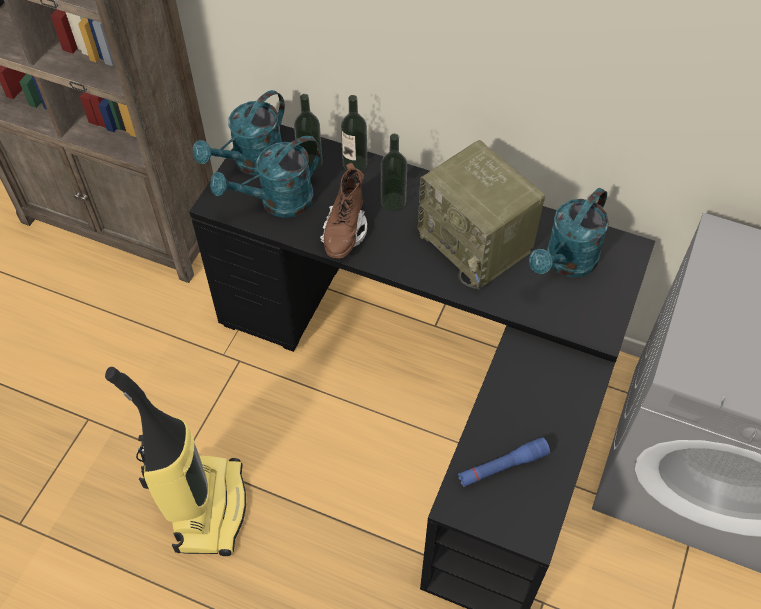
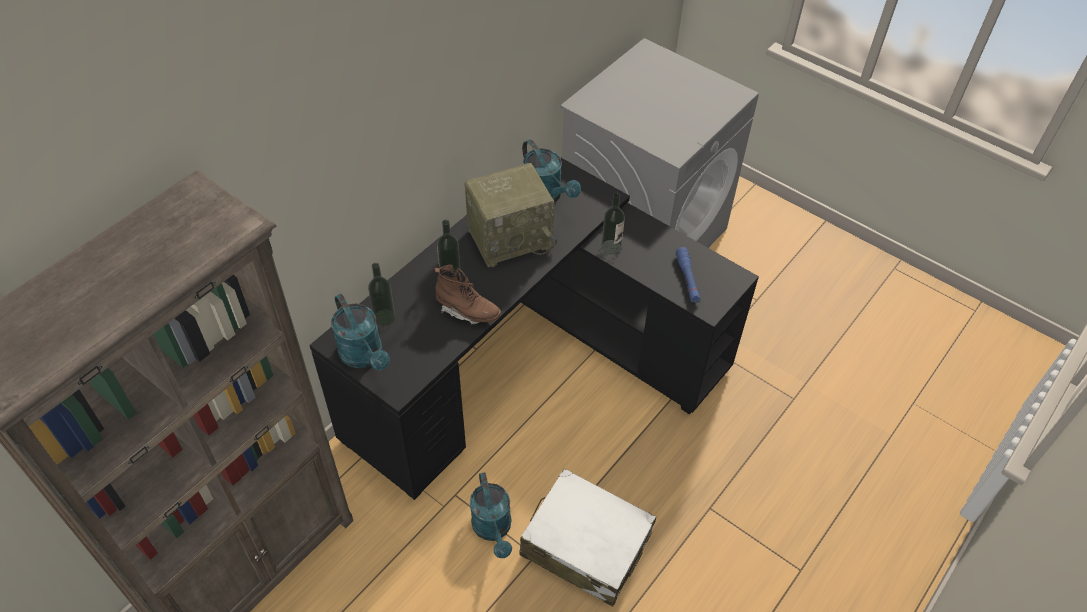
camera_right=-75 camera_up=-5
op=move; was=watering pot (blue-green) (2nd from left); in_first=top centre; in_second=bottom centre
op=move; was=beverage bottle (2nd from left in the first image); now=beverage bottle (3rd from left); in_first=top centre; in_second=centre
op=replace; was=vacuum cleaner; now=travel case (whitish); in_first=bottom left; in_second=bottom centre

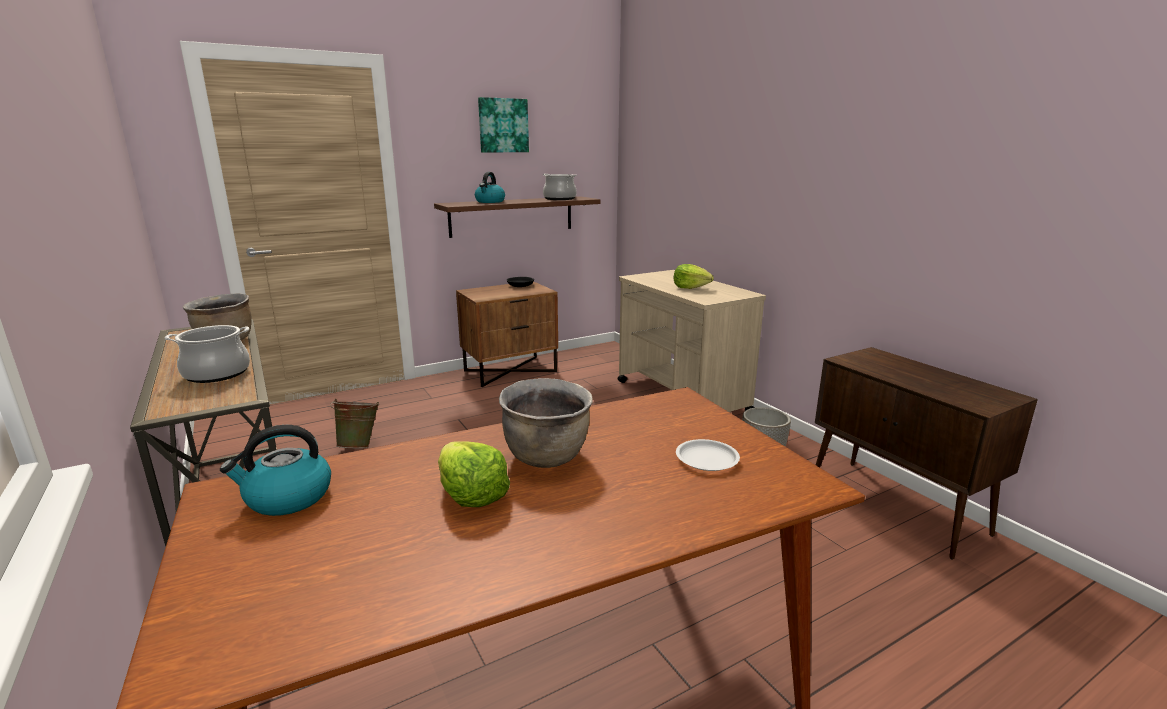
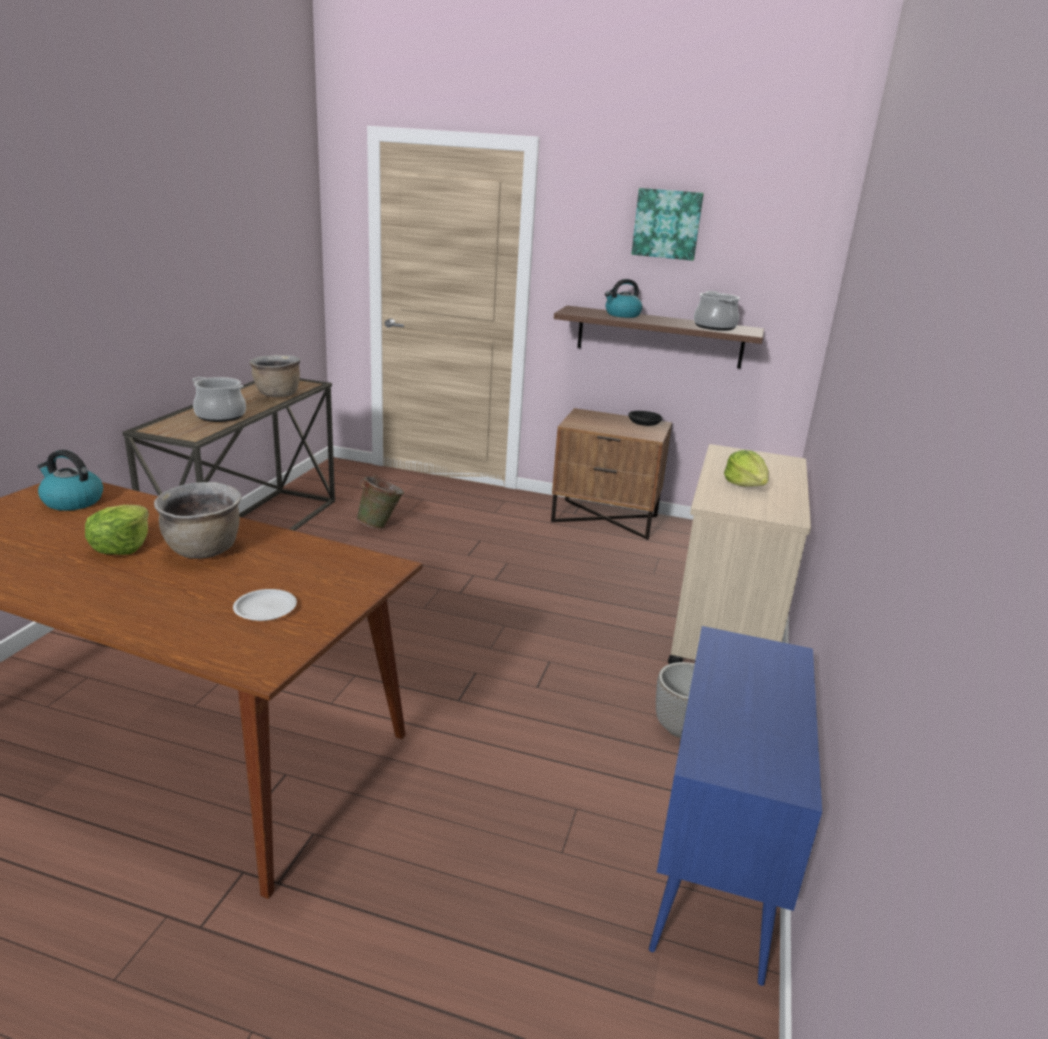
camera_right=45 camera_up=5
op=recolor; was=cupboard (brown-coloured); now=cupboard (bluish); in_first=middle right; in_second=bottom right

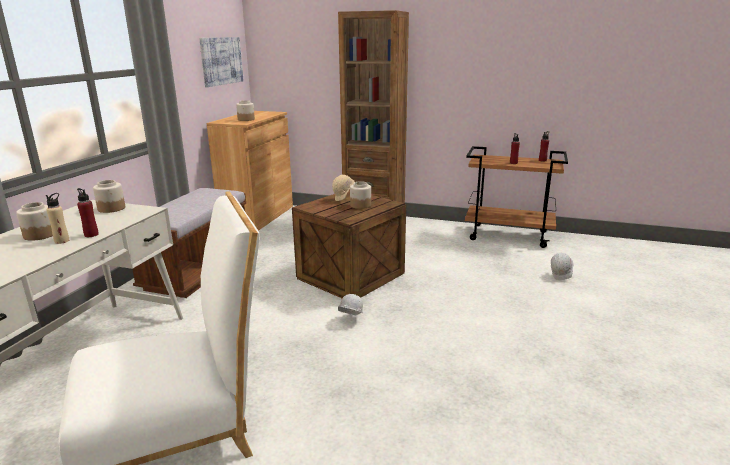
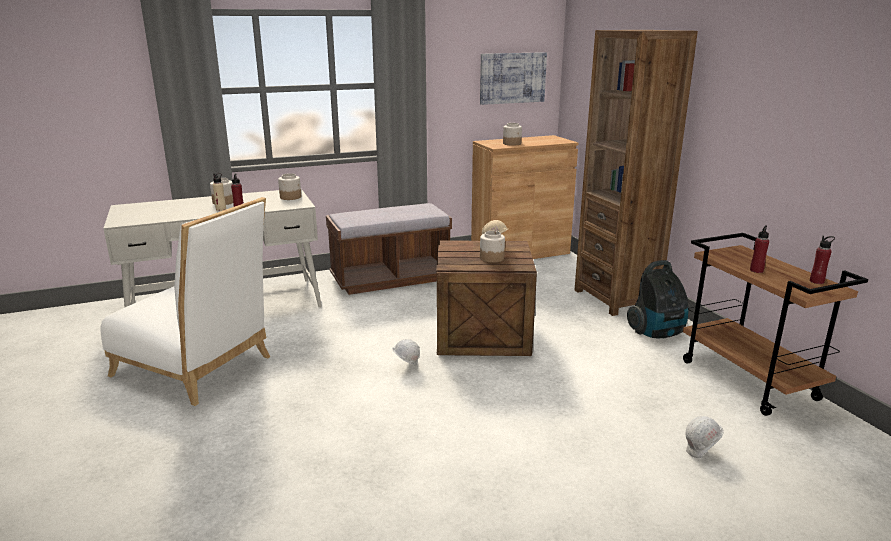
camera_right=50 camera_up=0
op=insert; now=vacuum cleaner; in_second=middle right

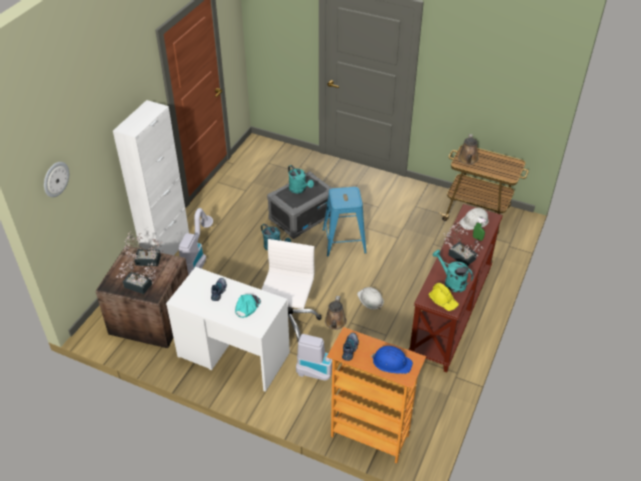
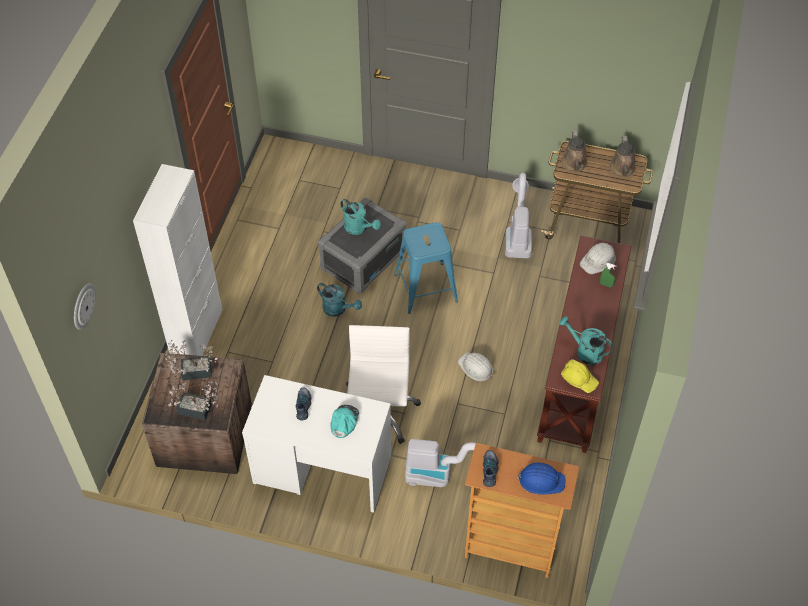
camera_right=-10 camera_up=10
op=delete; was=plant in a pot (3rd from left); in_first=middle right
op=move; was=vacuum cleaner (1st from left in the first image); now=vacuum cleaner (2nd from left); in_first=middle left; in_second=centre
op=move; was=watering pot (brown-coloured) (1st from left in the first image); now=watering pot (brown-coloured) (2nd from left); in_first=centre; in_second=top right

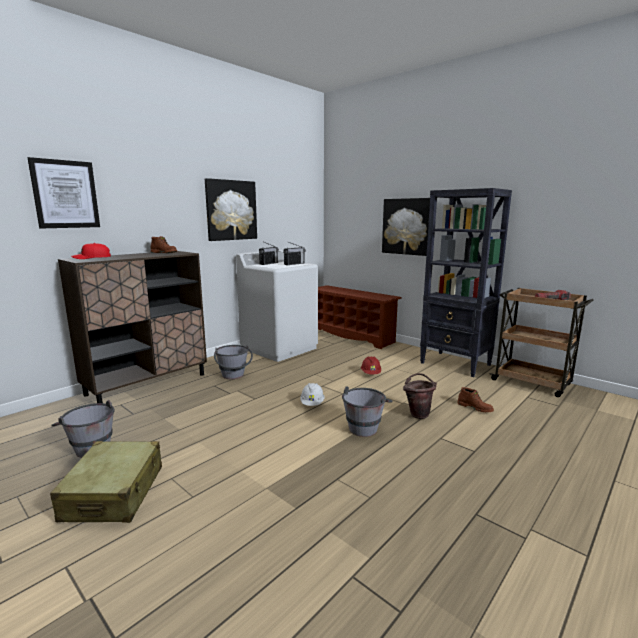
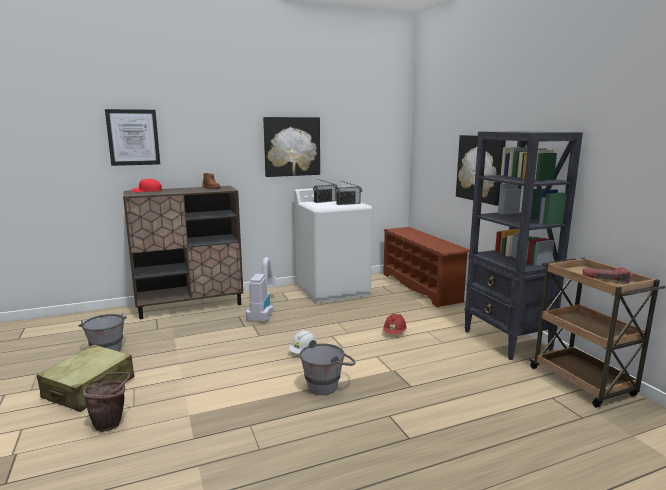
camera_right=25 camera_up=0
op=delete; was=tall boot (brown-coloured) (2nd from left); in_first=middle right
op=move; was=bucket (brown-coloured); in_first=centre; in_second=bottom left
op=replace; was=bucket (grey) (2nd from left); now=vacuum cleaner; in_first=centre; in_second=centre

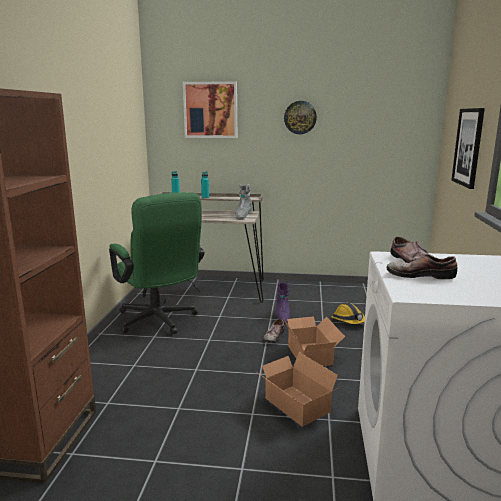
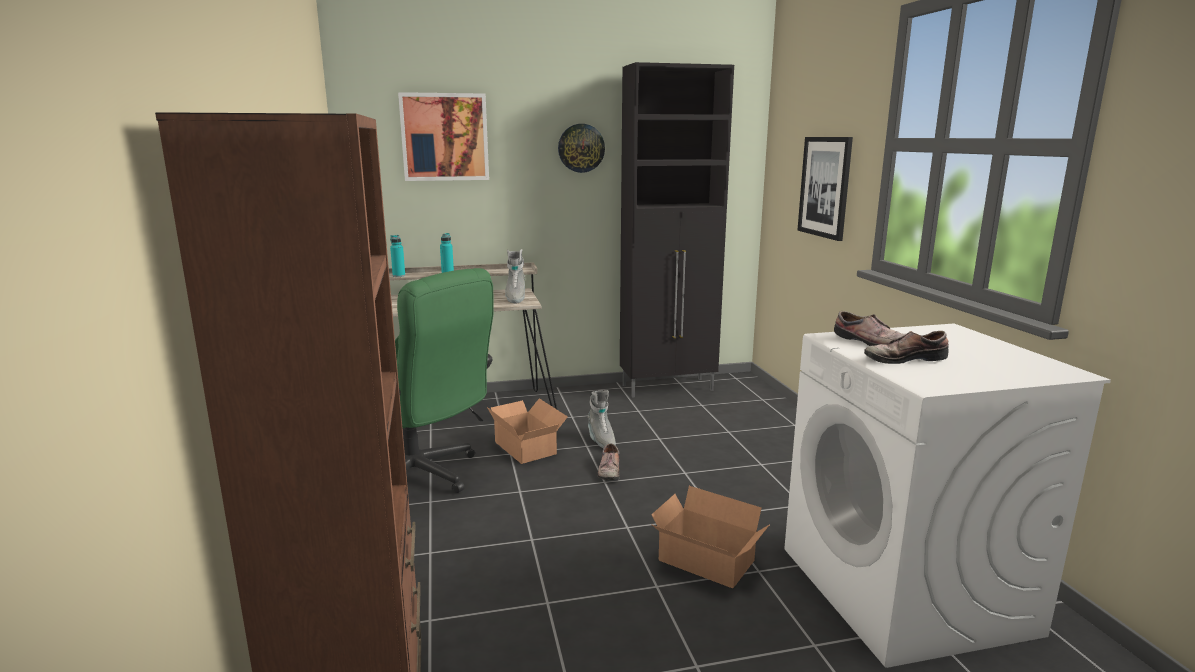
camera_right=-20 camera_up=0
op=delete; was=hard hat; in_first=middle right
op=insert; now=cupboard (blackish); in_second=centre
op=move; was=cardboard box (2nd from left in the first image); now=cardboard box (1st from left); in_first=bottom centre; in_second=centre
op=recolor; was=tall boot (purple); now=tall boot (grey) (2nd from left); in_first=centre; in_second=centre

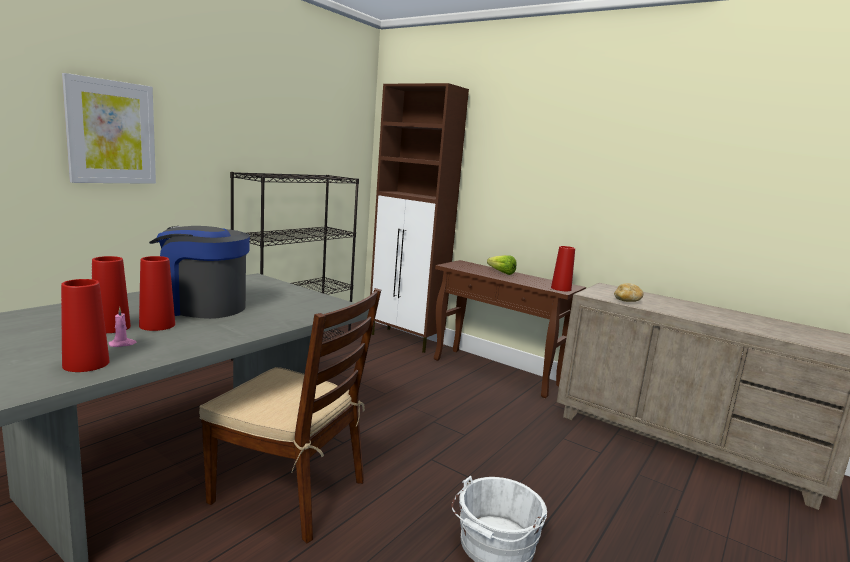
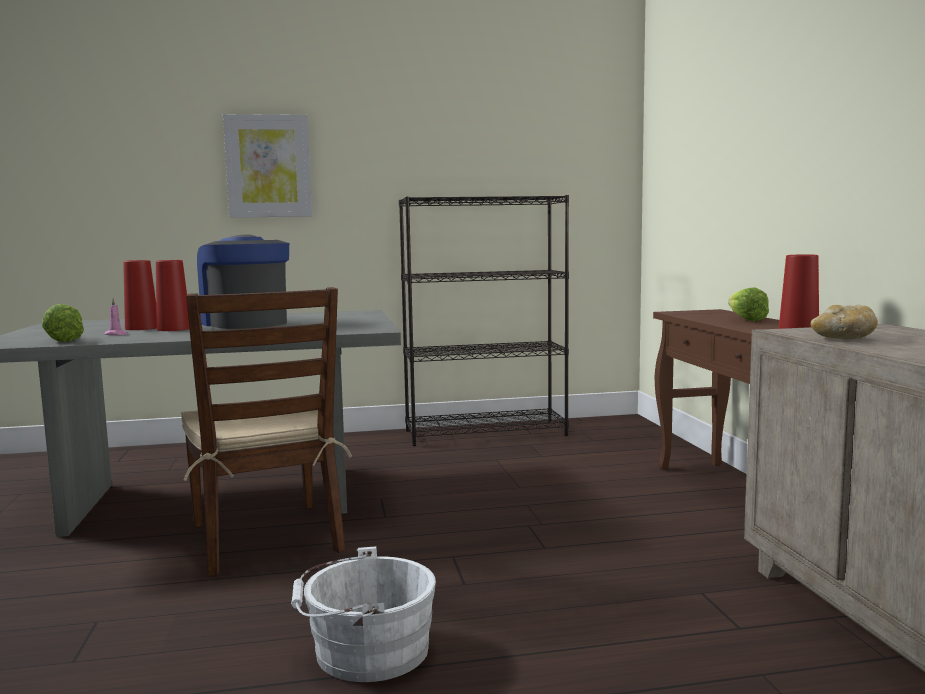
camera_right=45 camera_up=-5
op=delete; was=cupboard (brown-coloured); in_first=centre
op=replace; was=decorative vase (red-coloured) (1st from left); now=lettuce (1st from left); in_first=middle left; in_second=middle left

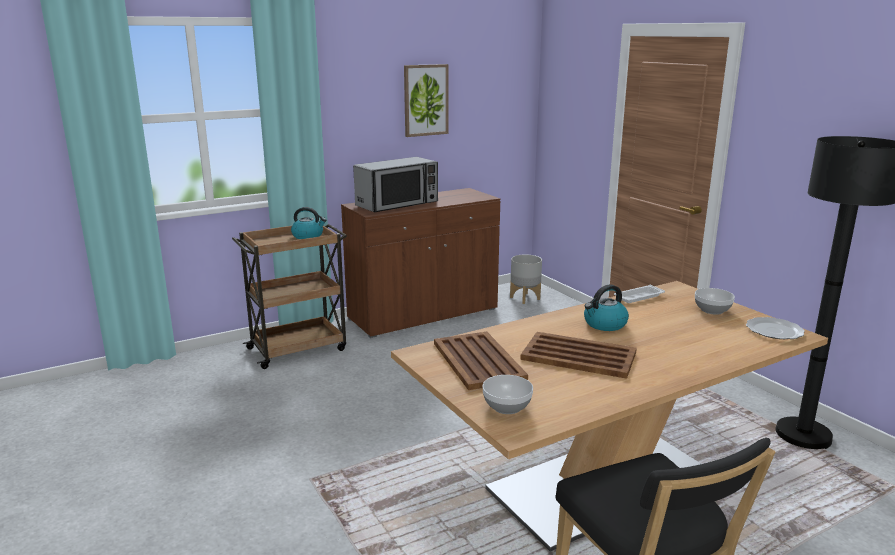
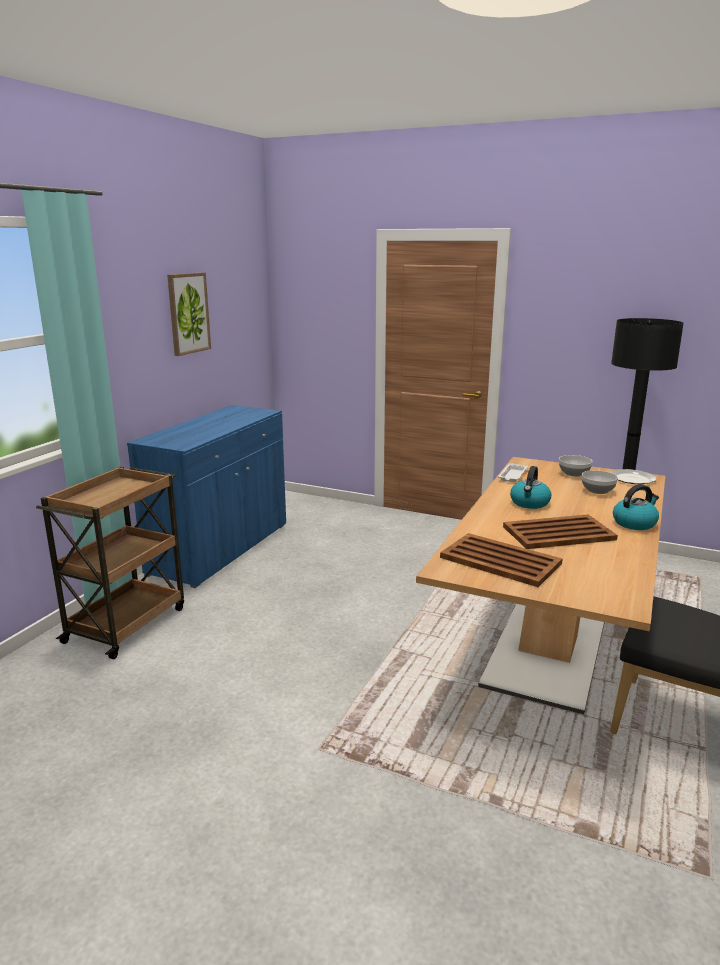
camera_right=-35 camera_up=0
op=delete; was=microwave oven; in_first=top centre
op=delete; was=planter (grey); in_first=centre
op=move; was=kettle (1st from left in the first image); now=kettle (2nd from left); in_first=centre; in_second=middle right
op=move; was=deep dish (1st from left in the first image); now=deep dish (2nd from left); in_first=bottom centre; in_second=middle right
op=recolor; was=cupboard (brown-coloured); now=cupboard (bluish); in_first=centre; in_second=middle left

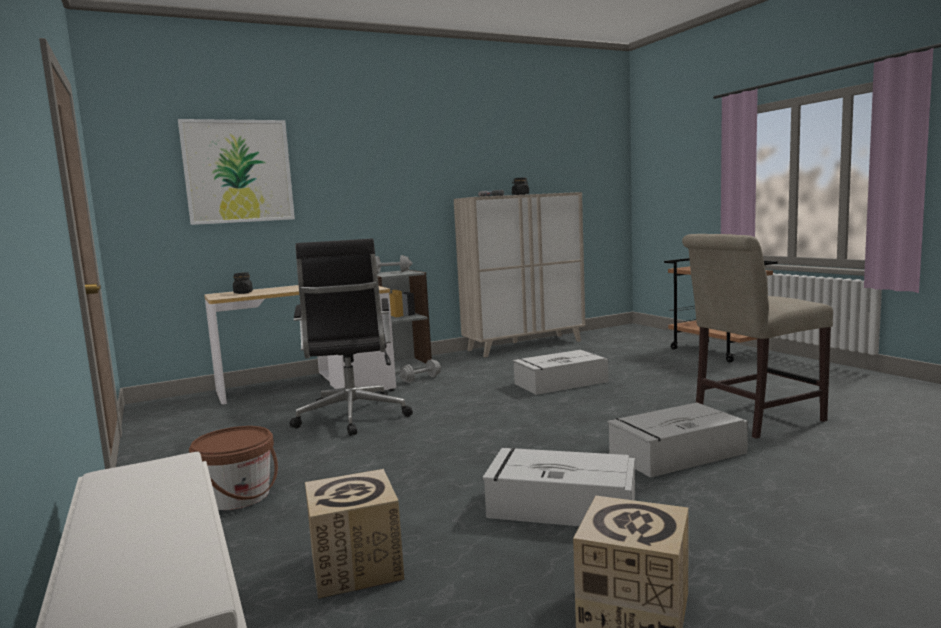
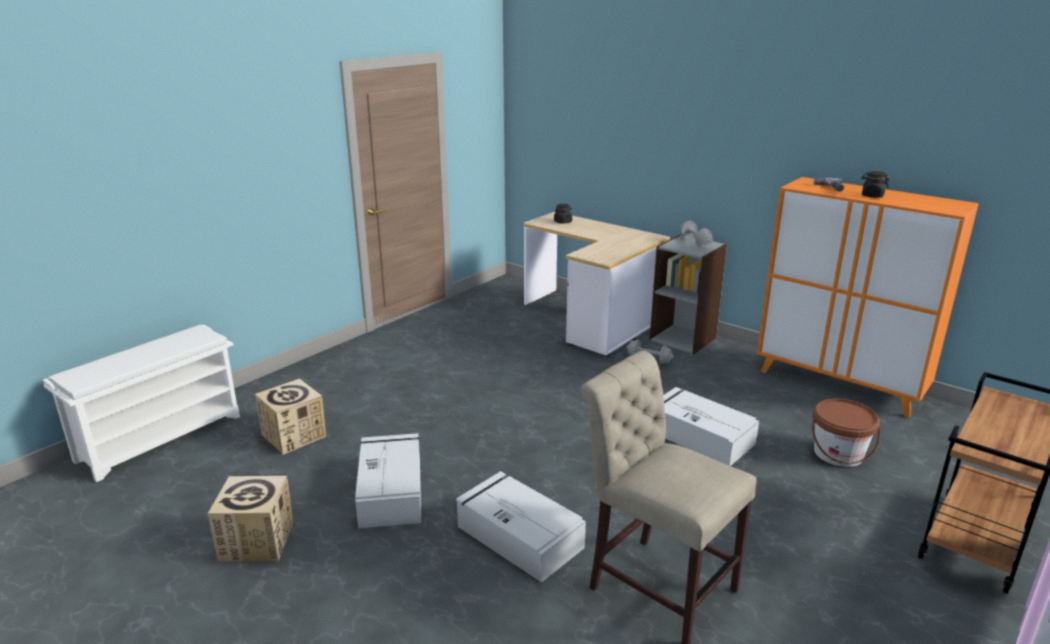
camera_right=65 camera_up=15
op=delete; was=wall picture; in_first=top left
op=delete; was=office chair (blackish); in_first=centre
op=move; was=bucket (brown-coloured); in_first=bottom left; in_second=bottom right
op=recolor; was=cupboard (sand-coloured); now=cupboard (orangey); in_first=centre; in_second=middle right

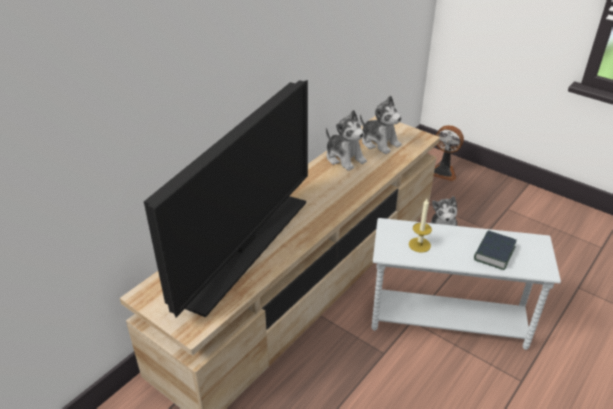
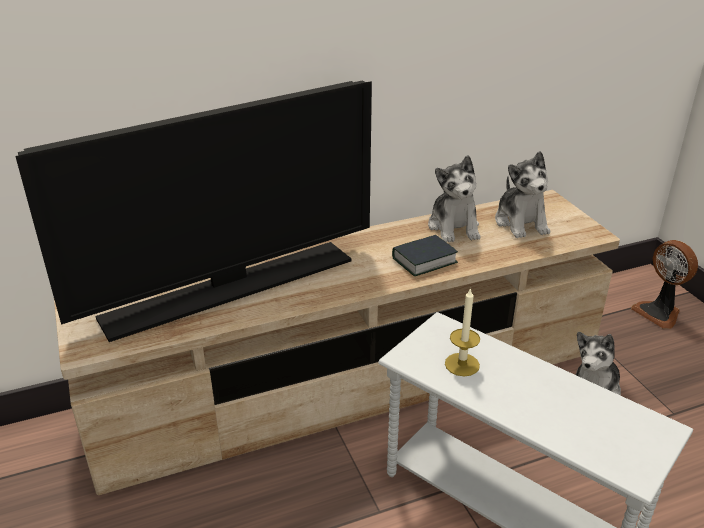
camera_right=30 camera_up=-5
op=move; was=book; in_first=middle right; in_second=centre

